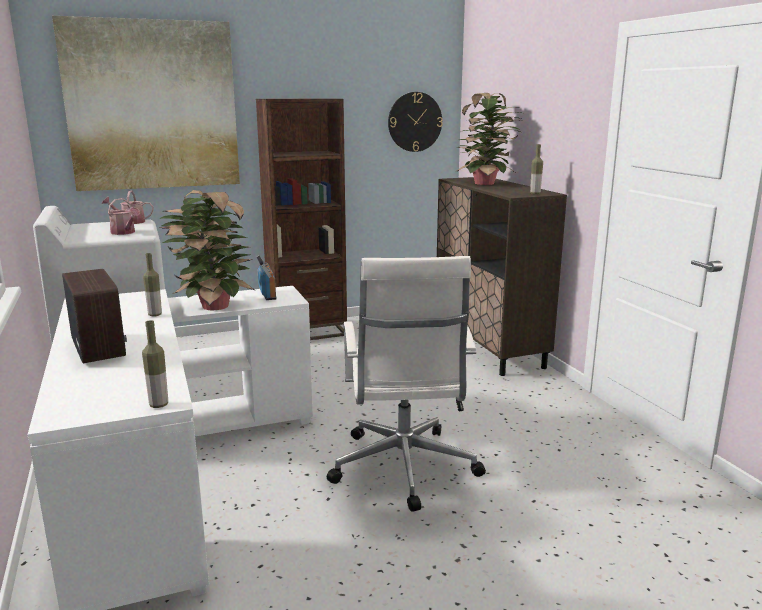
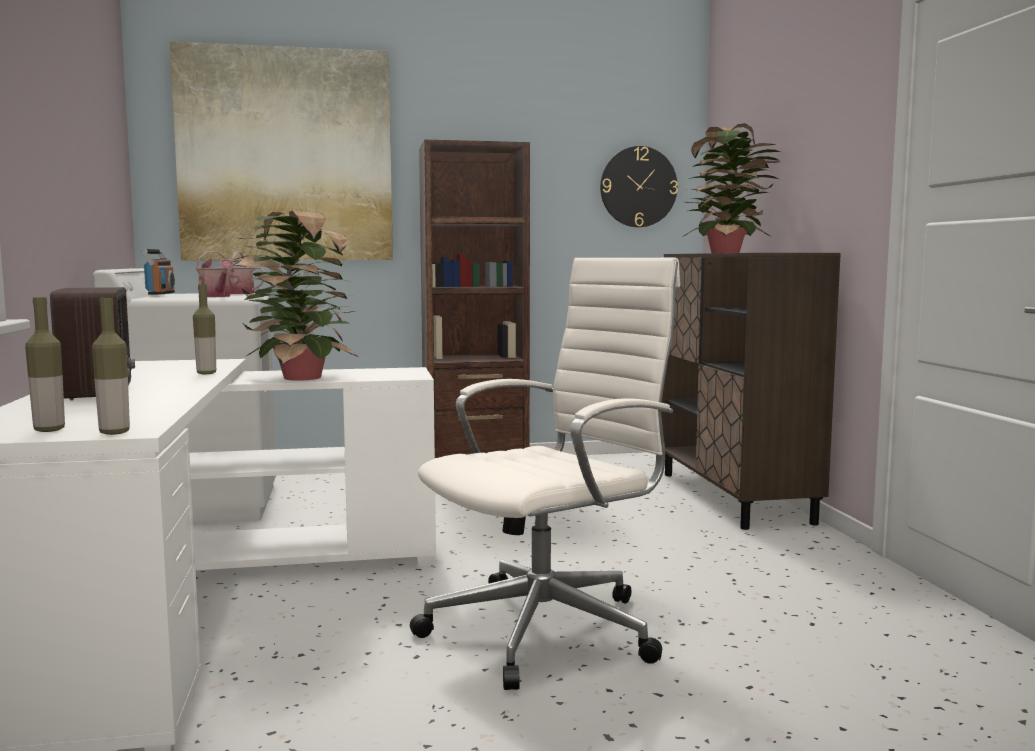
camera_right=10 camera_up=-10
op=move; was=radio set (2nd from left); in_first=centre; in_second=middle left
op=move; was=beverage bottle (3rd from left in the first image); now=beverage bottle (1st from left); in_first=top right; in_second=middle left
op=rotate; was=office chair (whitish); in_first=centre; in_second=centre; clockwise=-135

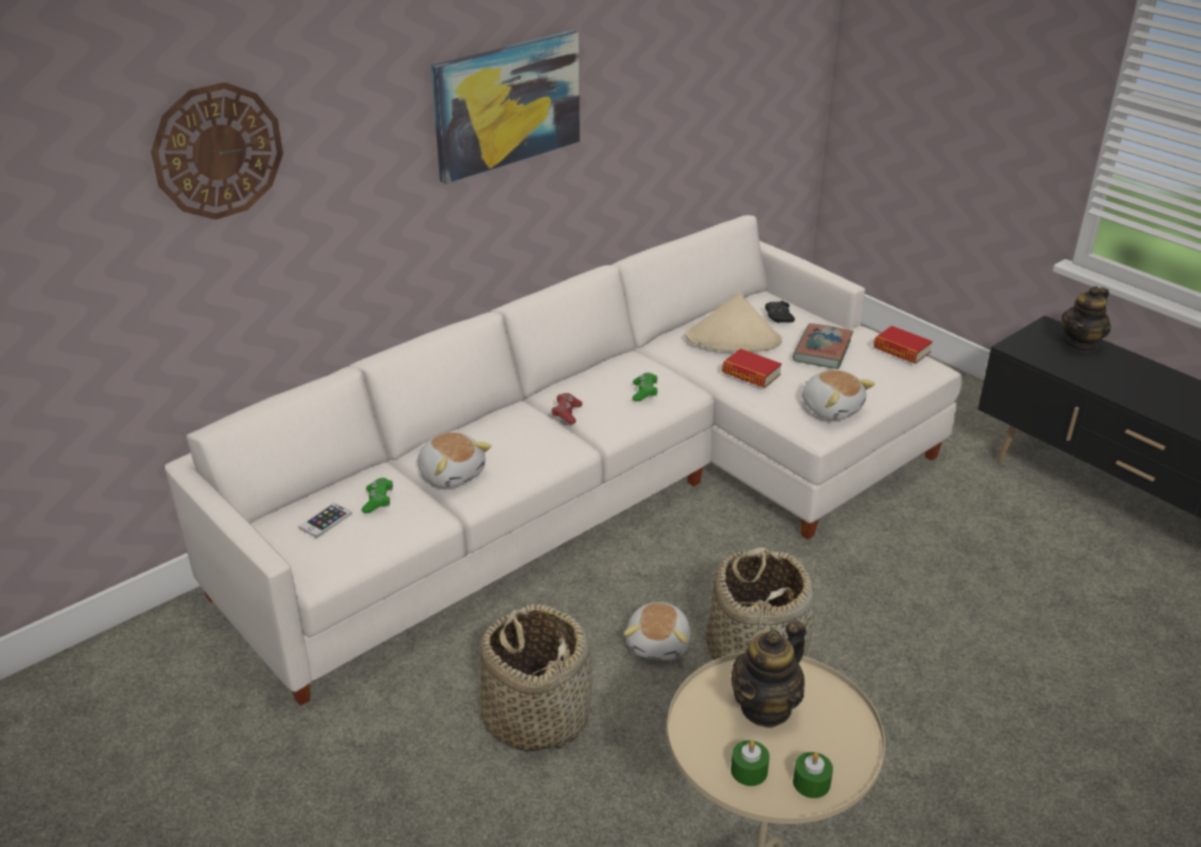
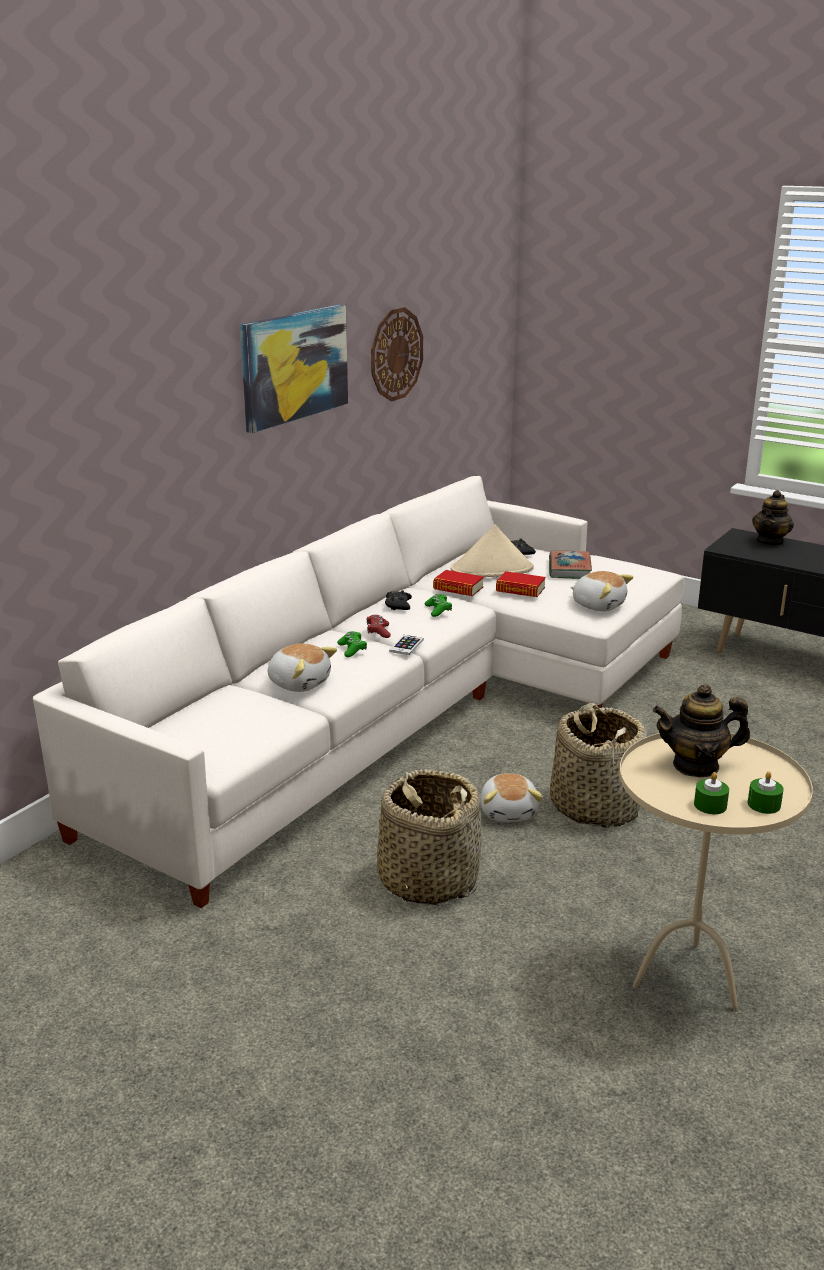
camera_right=-15 camera_up=-10
op=insert; now=game controller (blackish) (1st from left); in_second=centre
op=move; was=wall clock; in_first=top left; in_second=top centre
op=move; was=phone; in_first=middle left; in_second=centre
op=move; was=game controller (green) (1st from left); in_first=middle left; in_second=centre
op=move; was=book (3rd from left in the first image); now=book (1st from left); in_first=middle right; in_second=centre
op=rotate; was=teapot (1st from left); in_first=bottom centre; in_second=middle right; clockwise=60

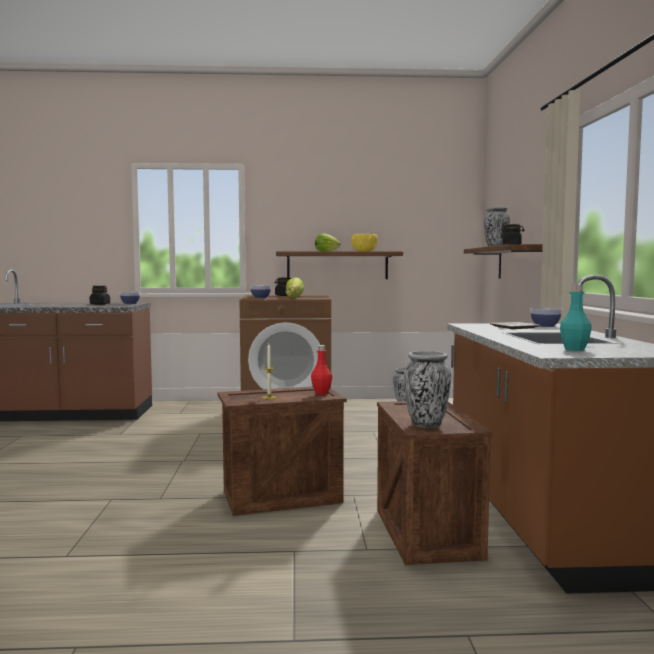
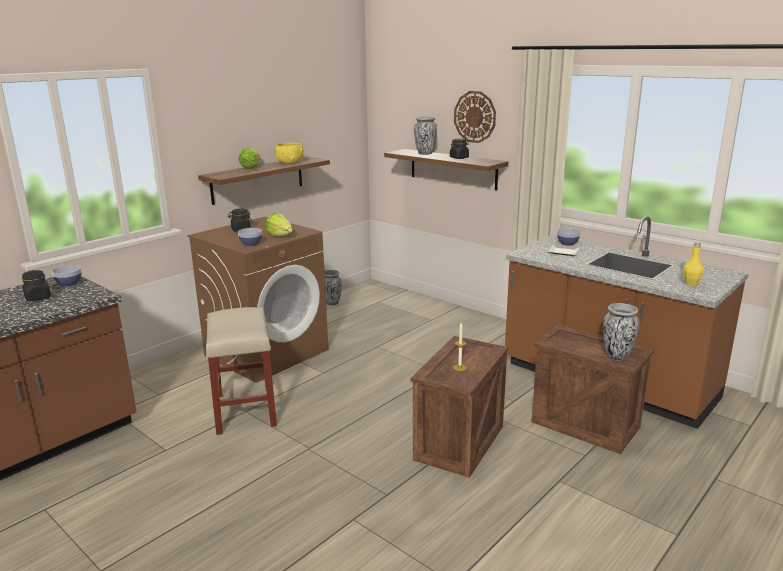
camera_right=-45 camera_up=15
op=delete; was=beverage bottle (red-coloured); in_first=centre
op=insert; now=stool (sand-coloured); in_second=middle left
op=insert; now=wall clock; in_second=top centre
op=recolor; was=beverage bottle (blue-green); now=beverage bottle (yellow-coloured); in_first=middle right; in_second=middle right

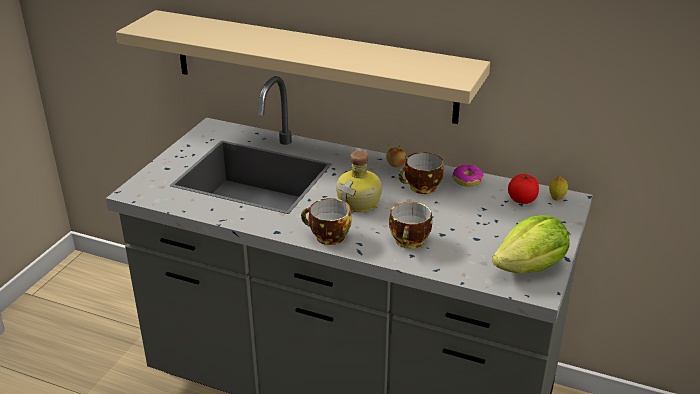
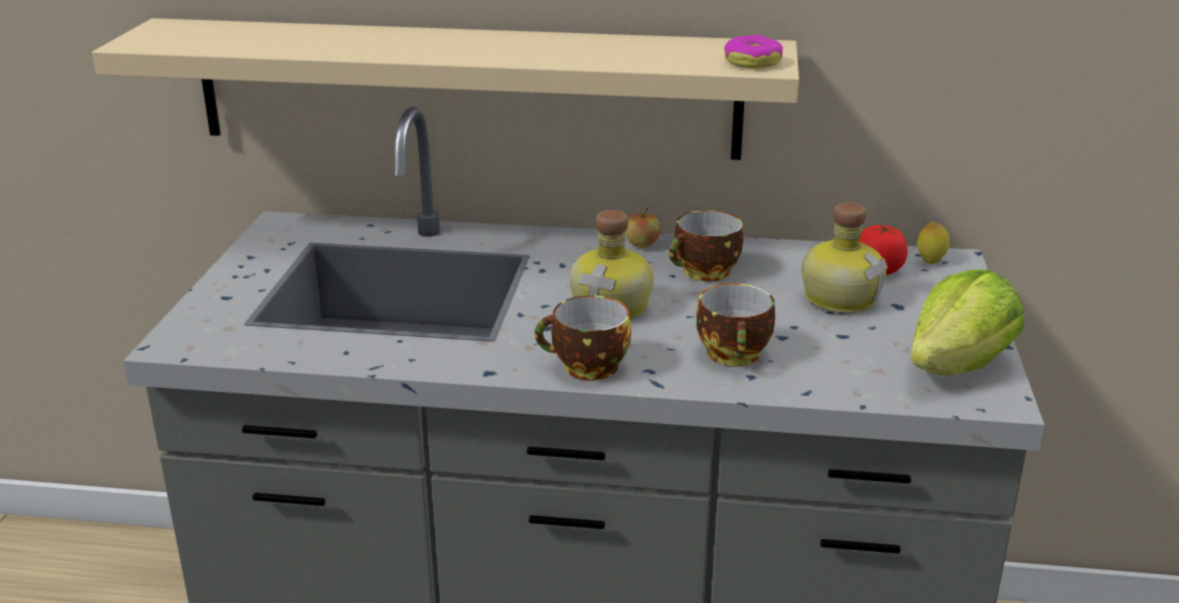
camera_right=-15 camera_up=-5
op=insert; now=beverage bottle (2nd from left); in_second=middle right
op=move; was=donut; in_first=middle right; in_second=top centre

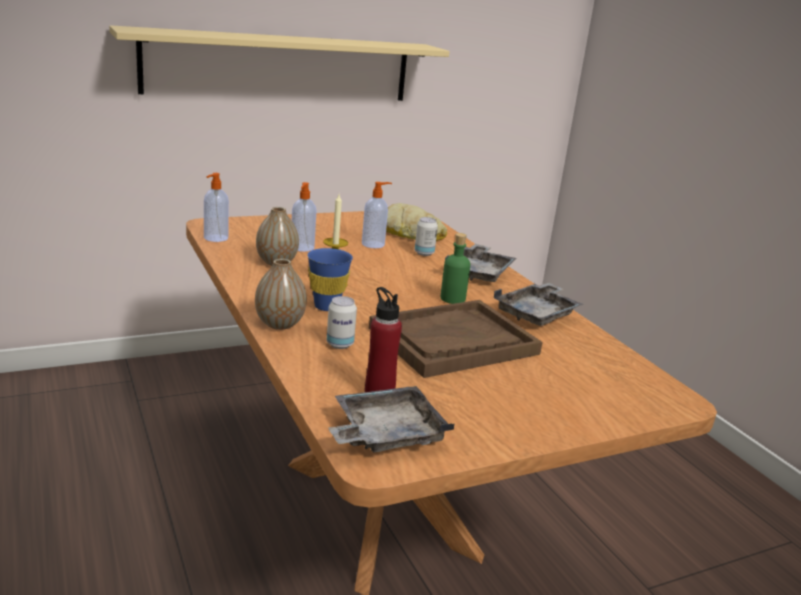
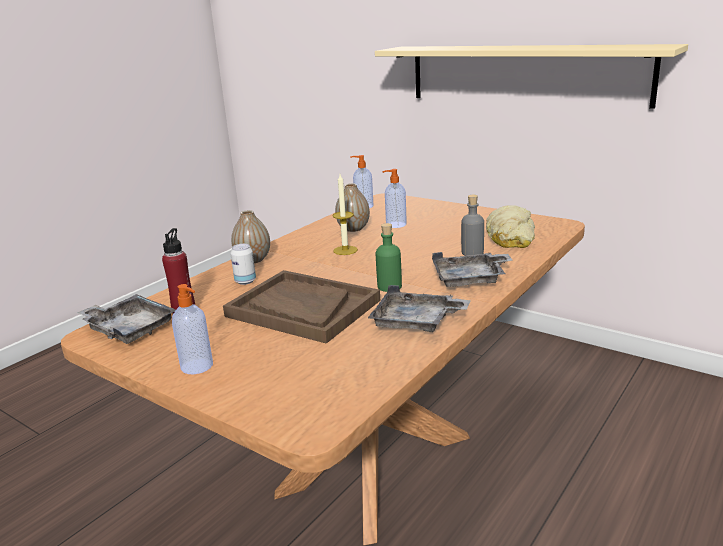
camera_right=65 camera_up=0
op=delete; was=drinking cup (bluish); in_first=centre
op=move; was=soap dispenser (3rd from left in the first image); now=soap dispenser (1st from left); in_first=centre; in_second=middle left
op=replace; was=metal can (2nd from left); now=beverage bottle (grey); in_first=centre; in_second=centre

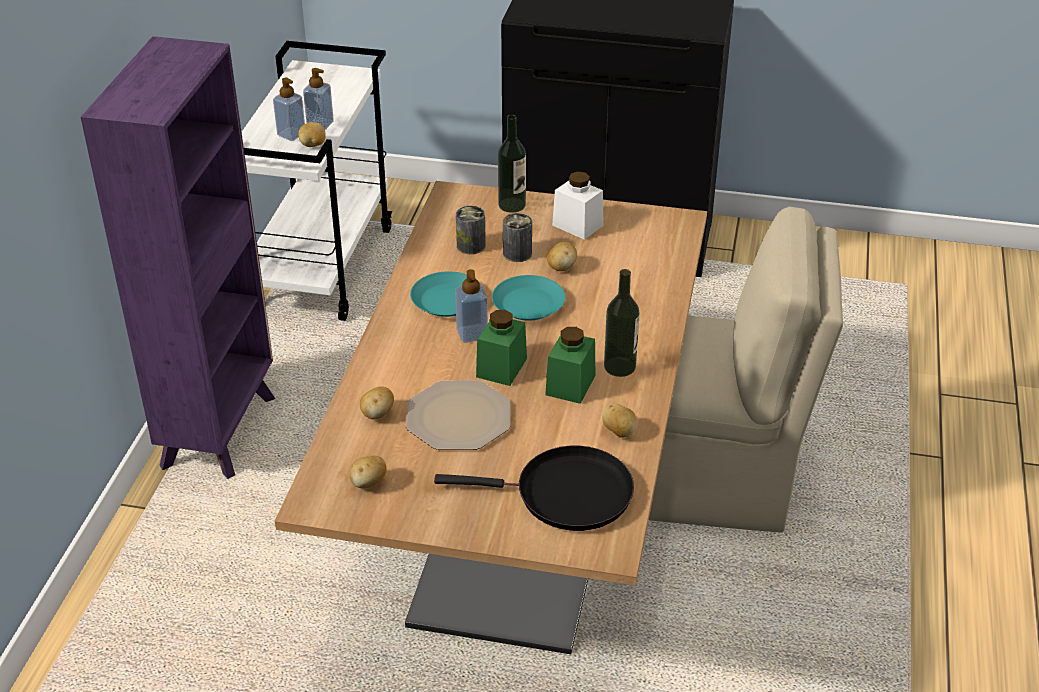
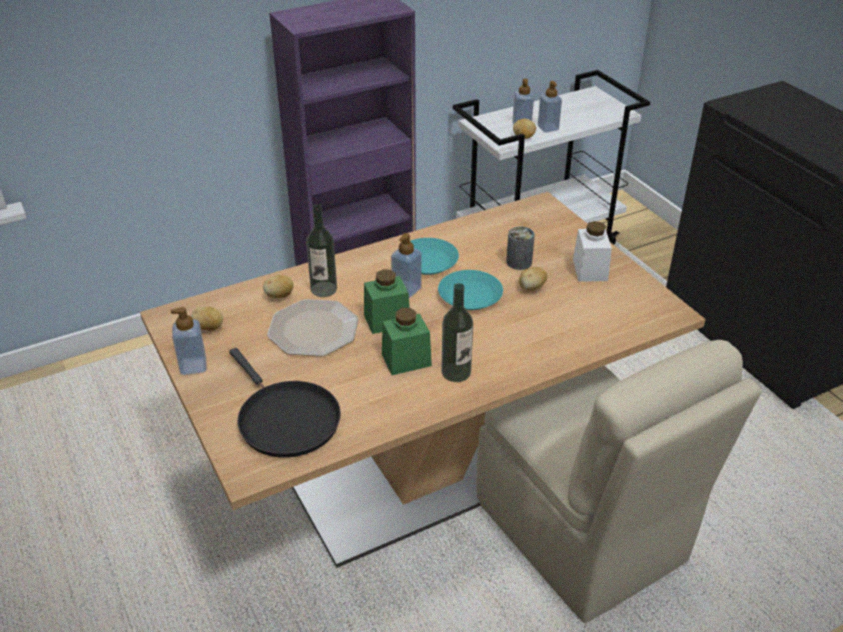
camera_right=50 camera_up=0
op=delete; was=metal can (1st from left); in_first=top centre
op=delete; was=potato (5th from left); in_first=centre
op=insert; now=soap dispenser (1st from left); in_second=middle left
op=move; was=beverage bottle (1st from left); in_first=top centre; in_second=centre

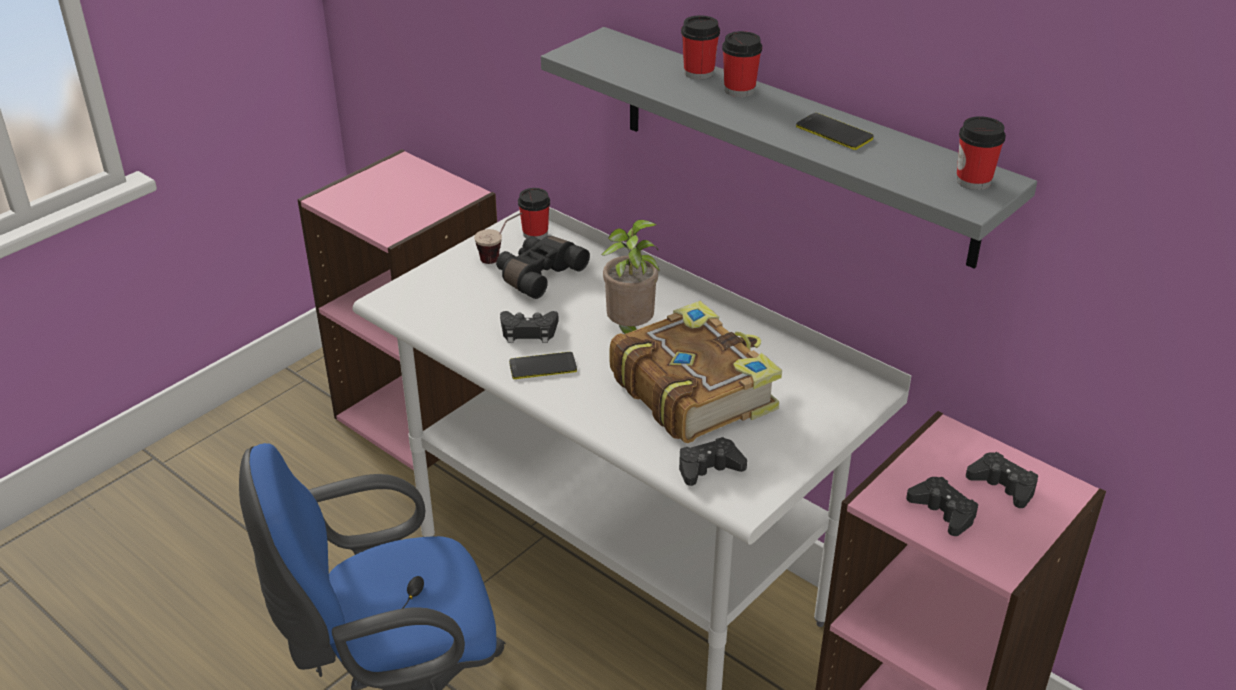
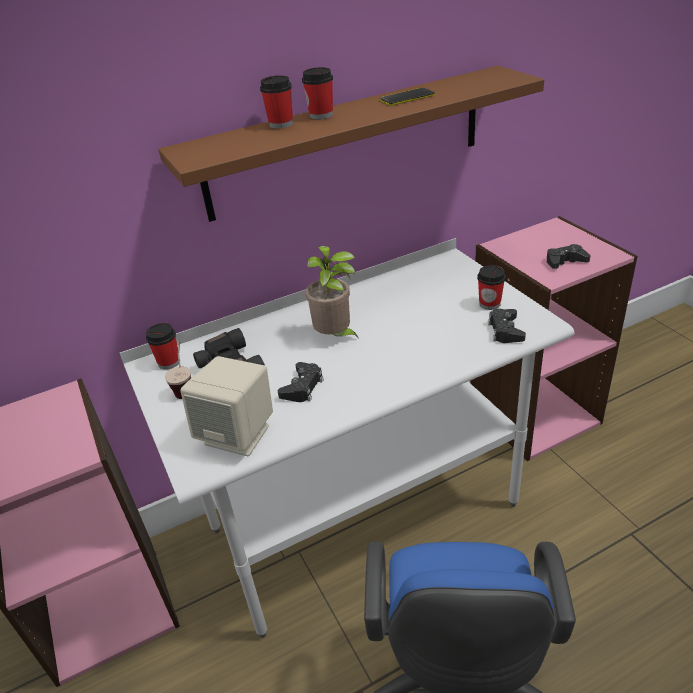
camera_right=-65 camera_up=0
op=delete; was=phone (1st from left); in_first=centre
op=delete; was=book; in_first=centre
op=delete; was=game controller (blackish) (4th from left); in_first=bottom right
op=insert; now=speaker (sand-coloured); in_second=middle left
op=move; was=drinking cup (5th from left); in_first=top right; in_second=middle right
op=recolor; was=wall shelf (grey); now=wall shelf (brown-coloured); in_first=top centre; in_second=top centre

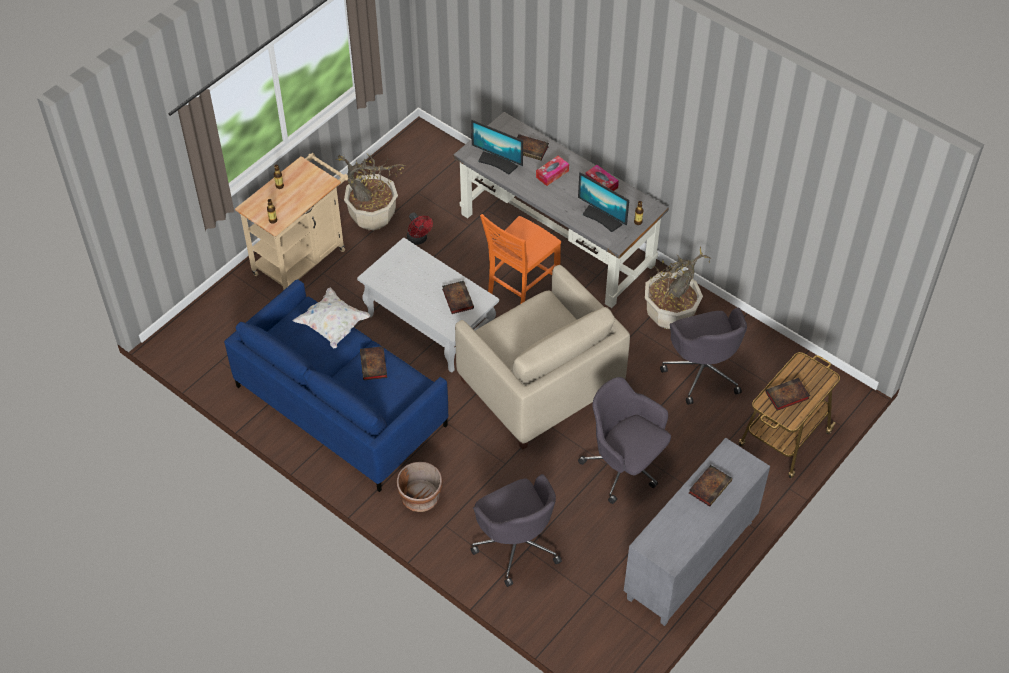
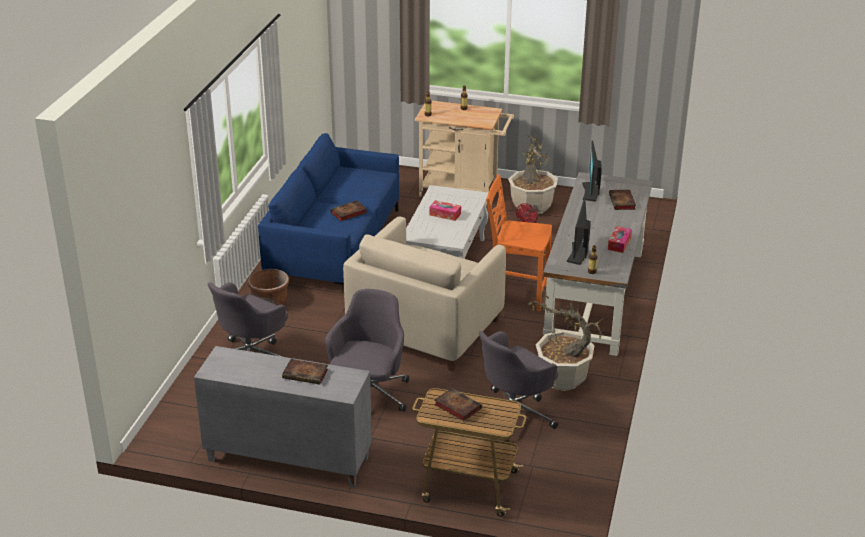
camera_right=65 camera_up=-20
op=delete; was=throw pillow (whitish); in_first=middle left
op=delete; was=book (2nd from left); in_first=centre
op=move; was=tissue box (1st from left); in_first=top centre; in_second=centre

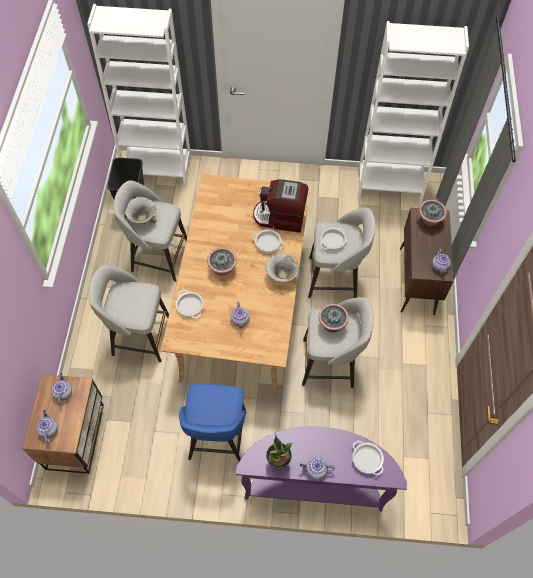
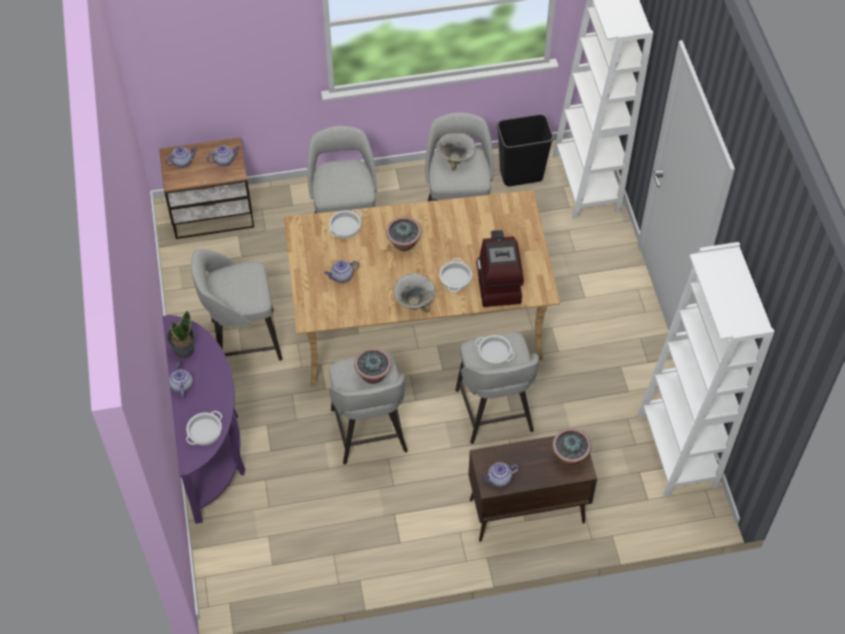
camera_right=75 camera_up=-5
op=recolor; was=stool (bluish); now=stool (grey) (1st from left); in_first=bottom centre; in_second=middle left

